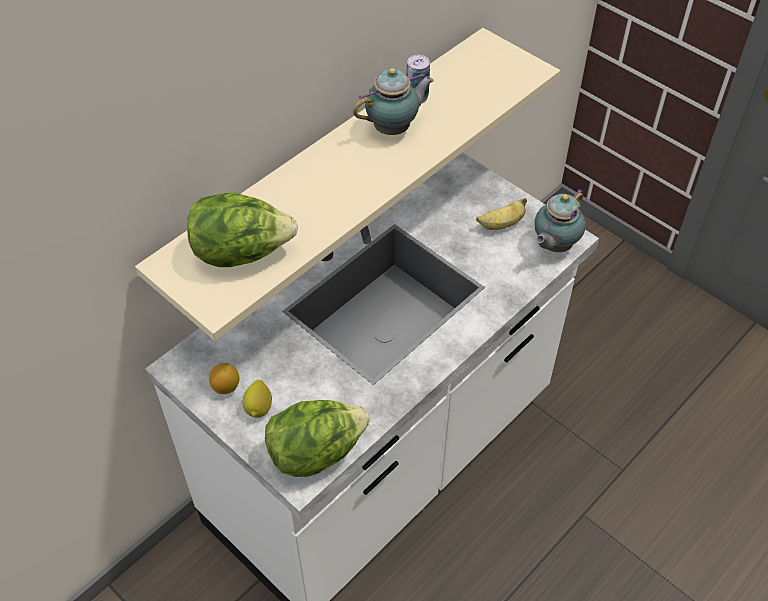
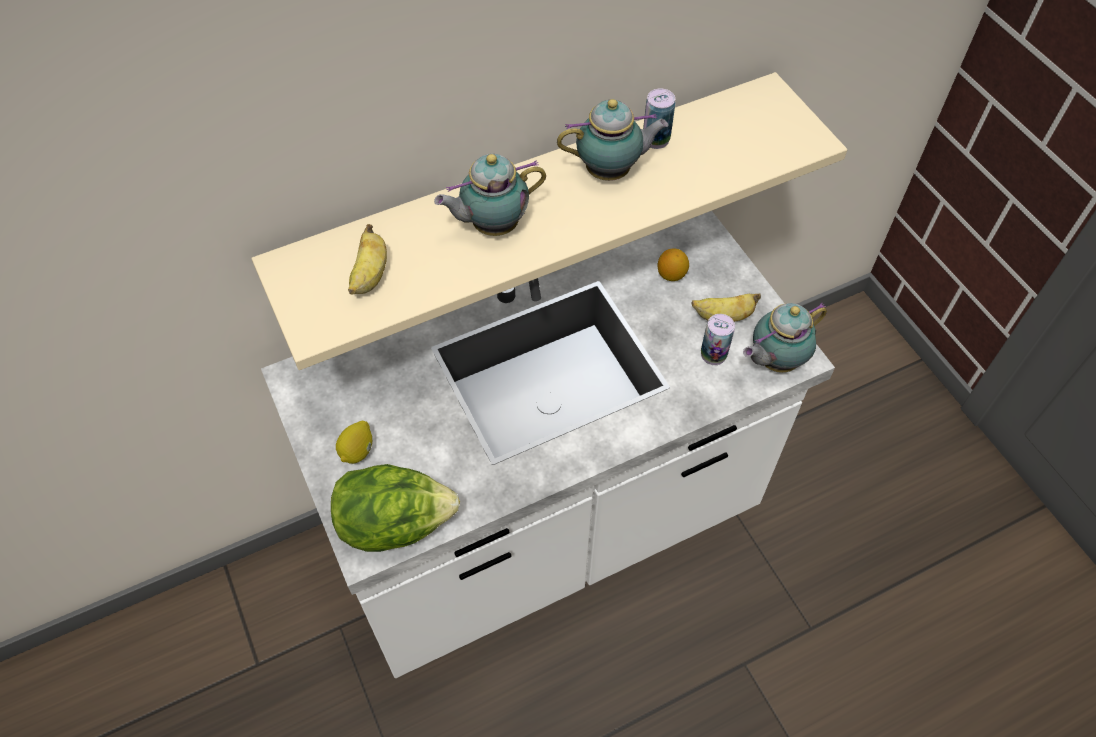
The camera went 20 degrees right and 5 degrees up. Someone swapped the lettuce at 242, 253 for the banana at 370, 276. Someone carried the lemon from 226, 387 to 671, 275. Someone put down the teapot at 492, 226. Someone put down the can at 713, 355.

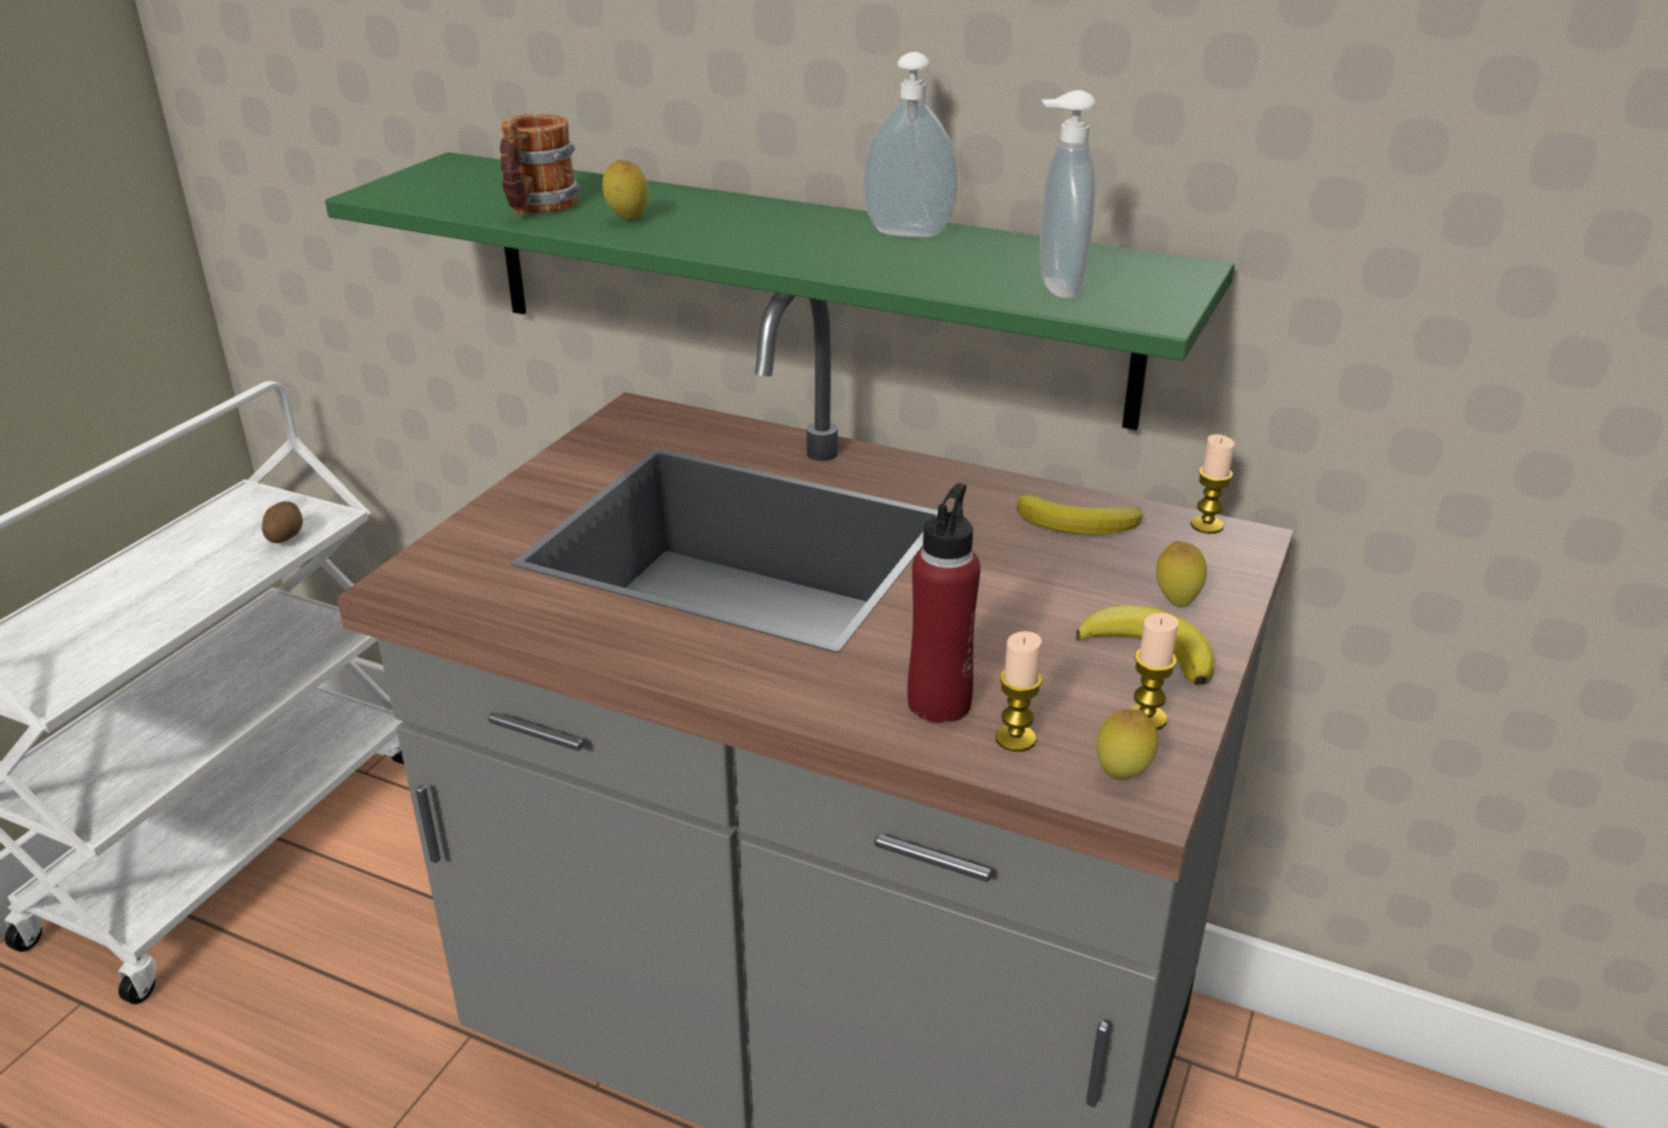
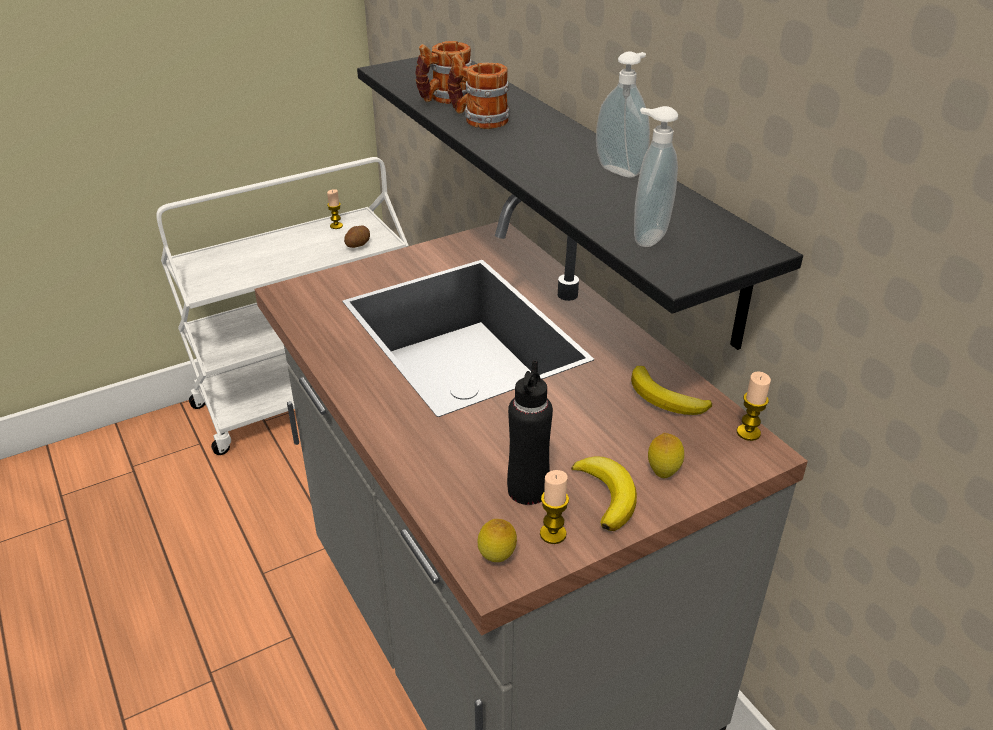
The camera went 35 degrees right and 5 degrees up. Someone repainted the shelf (green) at 798, 285, which became the shelf (black) at 587, 183. Someone swapped the lemon at 627, 220 for the mug at 478, 119. Someone took away the bottle (red) at 939, 703. Someone carried the candle from 1015, 739 to 336, 226. Someone put down the bottle (black) at 527, 490.

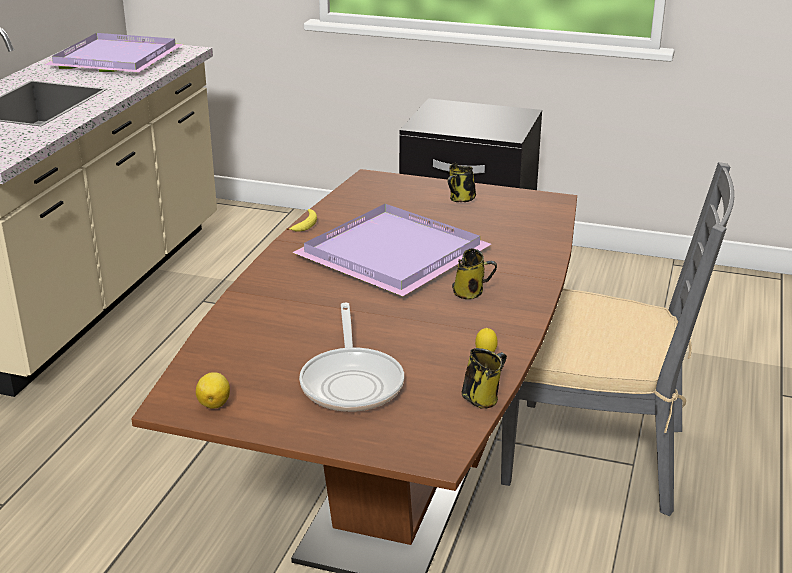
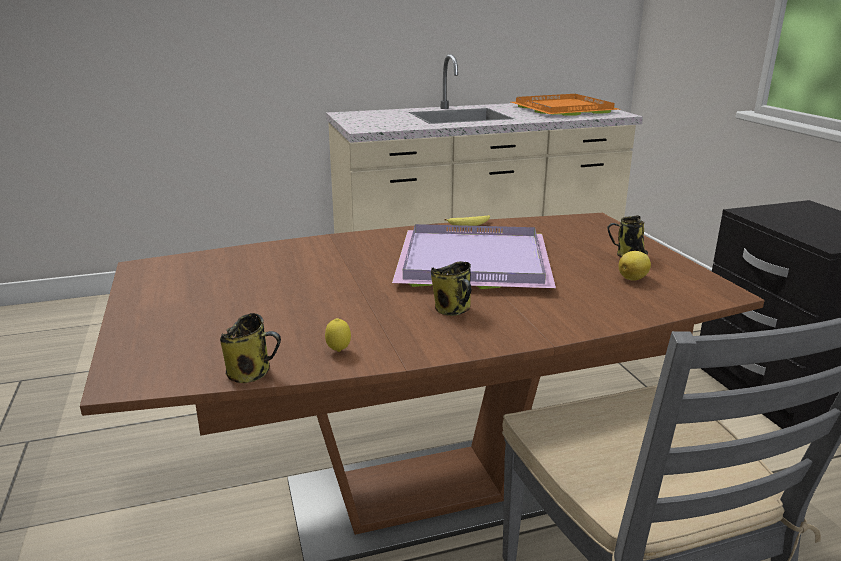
The camera went 55 degrees right and 5 degrees down. Someone repainted the tray (purple) at 119, 58, which became the tray (orange) at 565, 109. Someone carried the lemon from 214, 403 to 633, 278. Someone took away the frying pan at 352, 382.

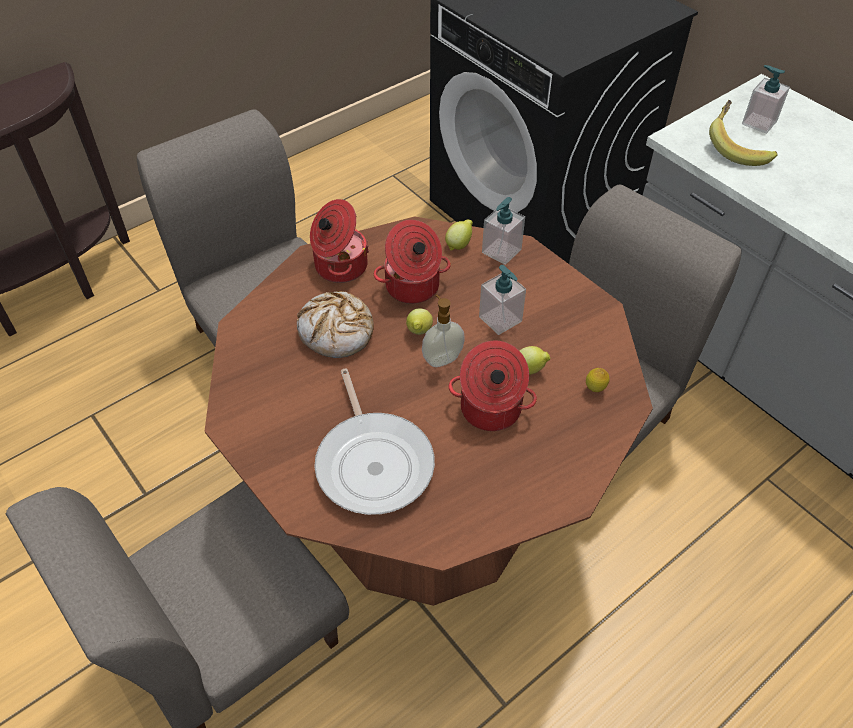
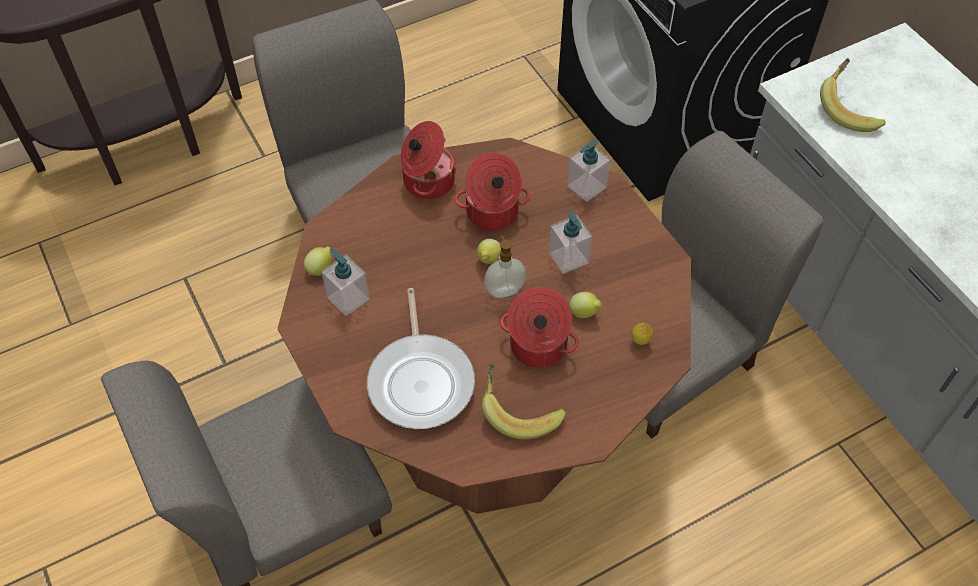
The camera went 10 degrees right and 5 degrees up. Someone took away the bread at 337, 332. Someone carried the lemon from 459, 244 to 321, 269. Someone carried the soap dispenser from 759, 123 to 348, 298. Someone put down the banana at 519, 409.

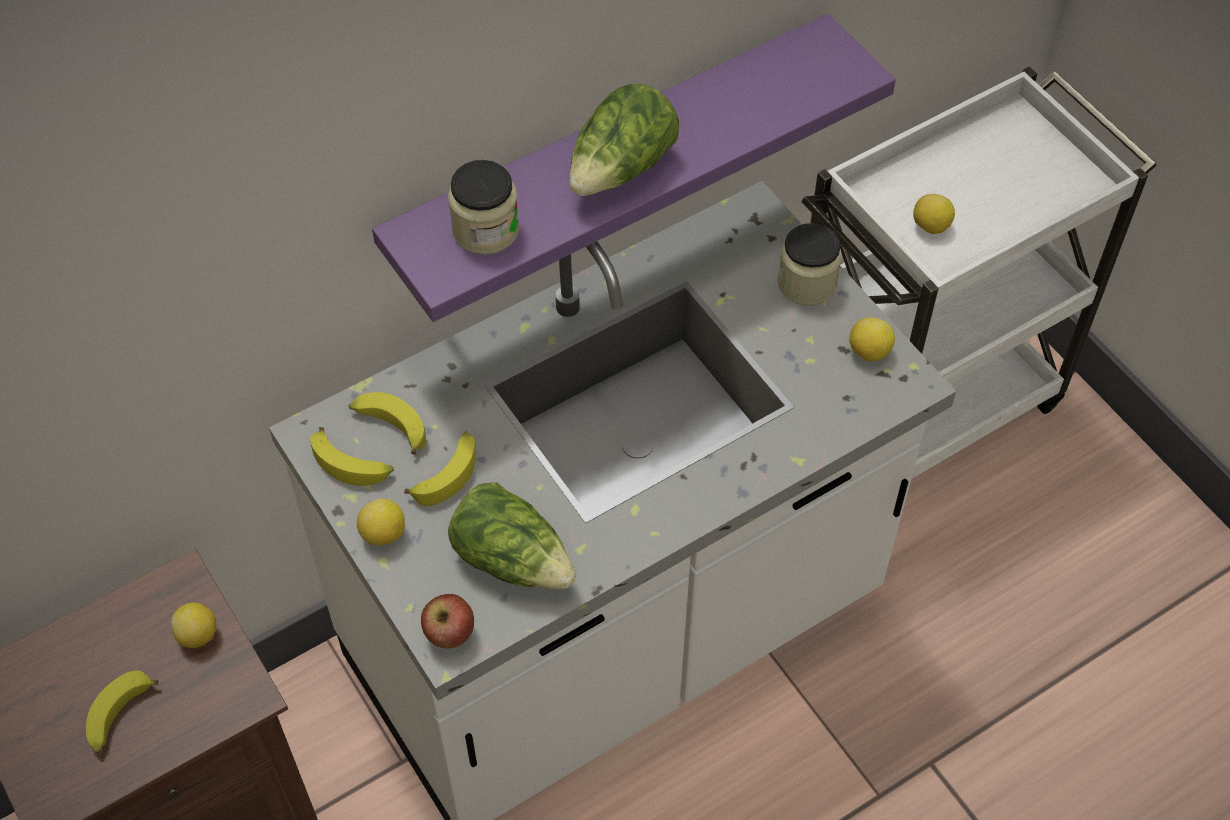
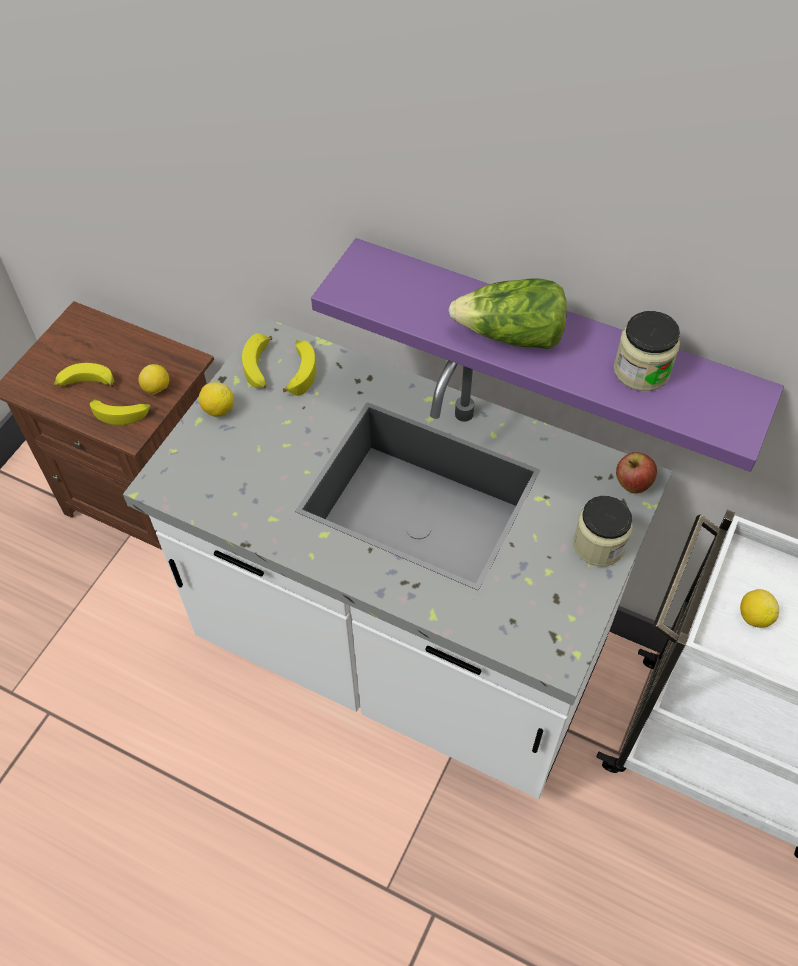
The camera went 60 degrees right and 0 degrees up. Someone carried the banana from 447, 473 to 122, 413. Someone carried the apple from 450, 635 to 632, 485. Someone carried the jar from 485, 230 to 641, 370. Someone took away the lettuce at 513, 558. Someone took away the lemon at 868, 352.

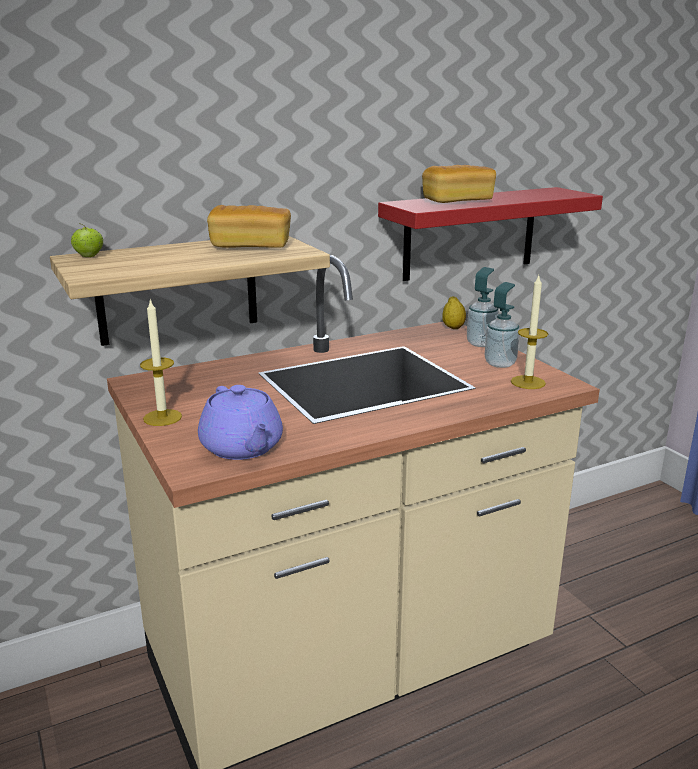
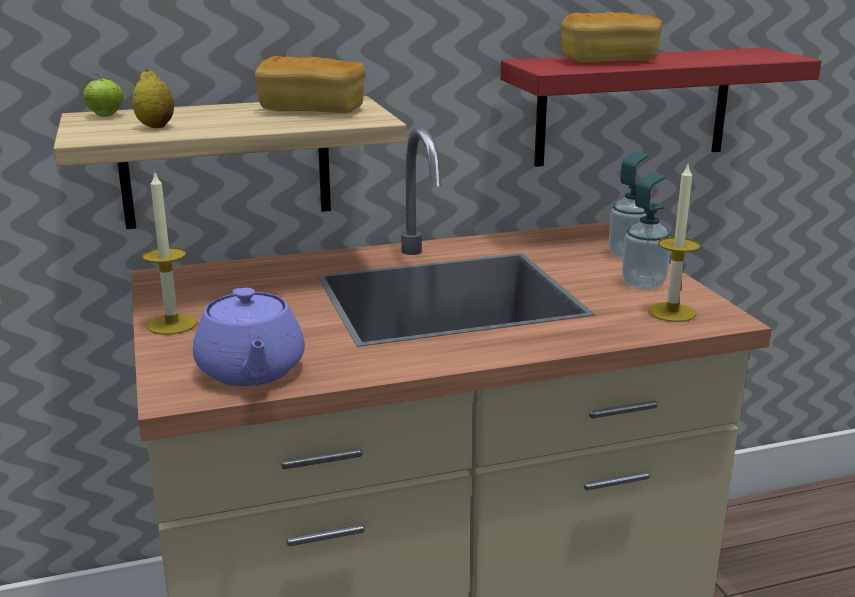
The camera went 10 degrees right and 0 degrees up. Someone carried the lemon from 453, 328 to 155, 126.

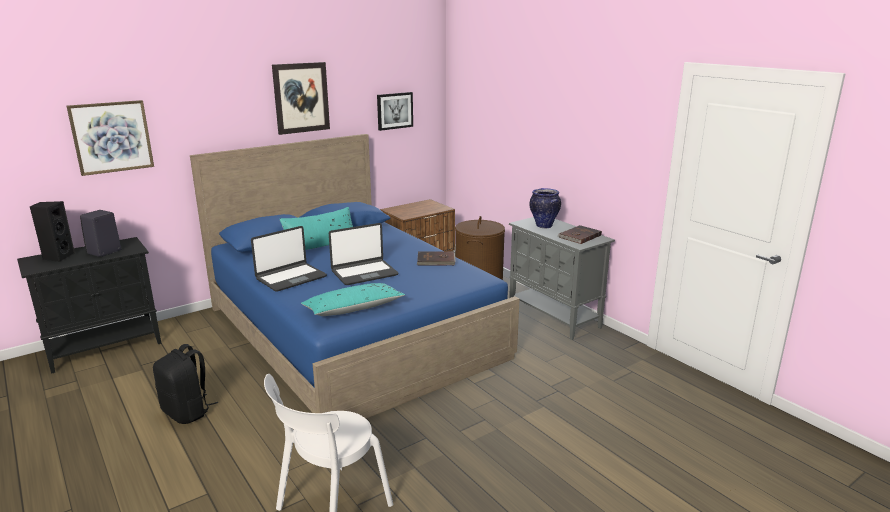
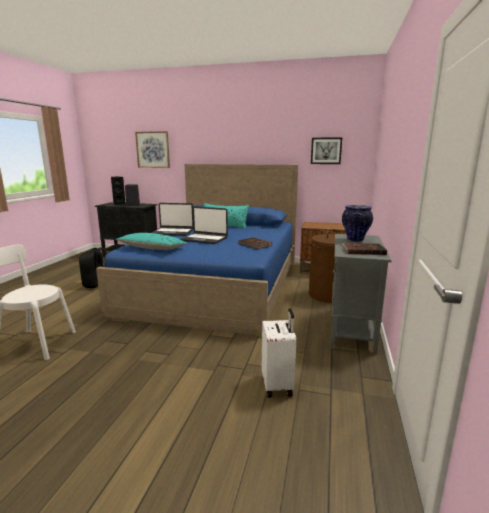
The camera went 50 degrees right and 5 degrees down. Someone took away the picture at 301, 98. Someone put down the suitcase (white) at 278, 385.

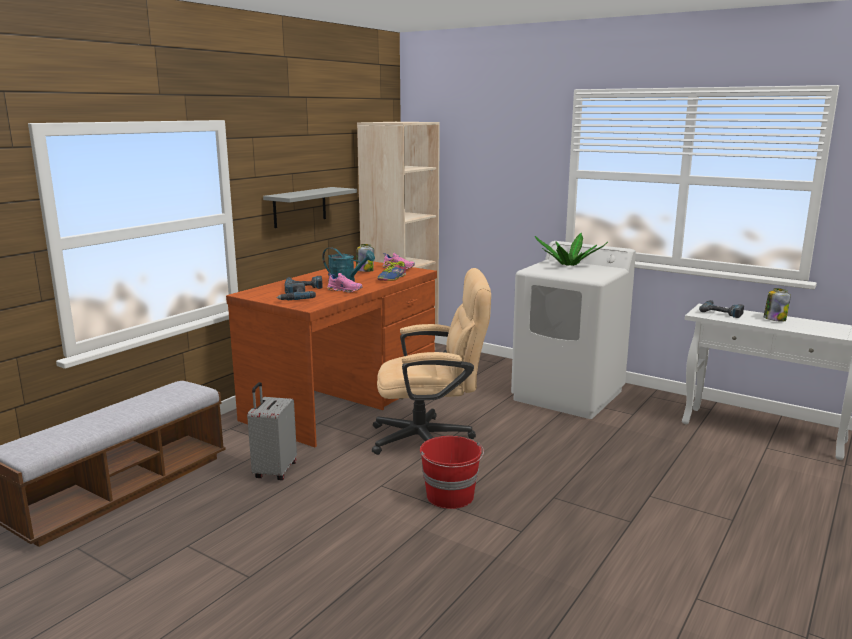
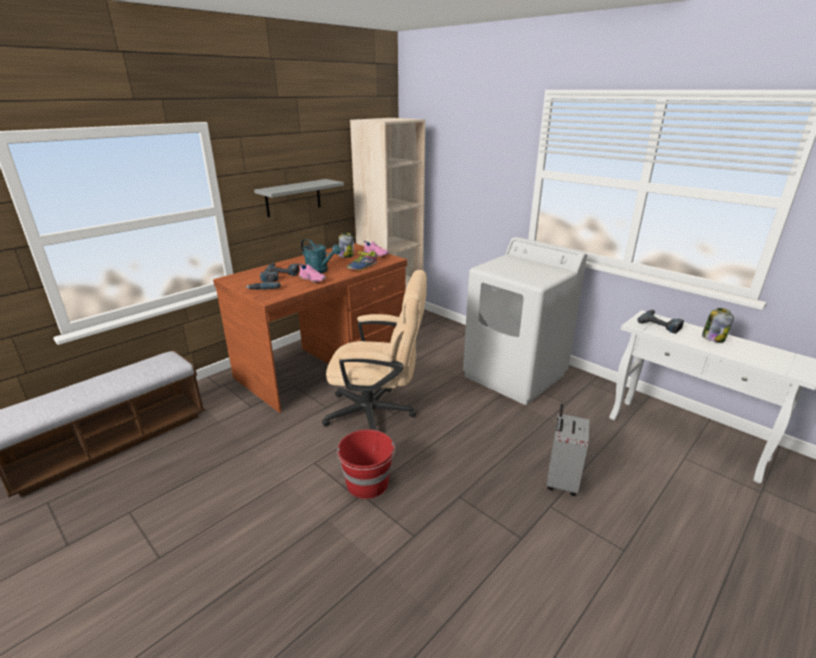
The camera went 10 degrees right and 10 degrees up. Someone carried the suitcase (grey) from 274, 471 to 560, 481. Someone took away the potted plant at 569, 265.

